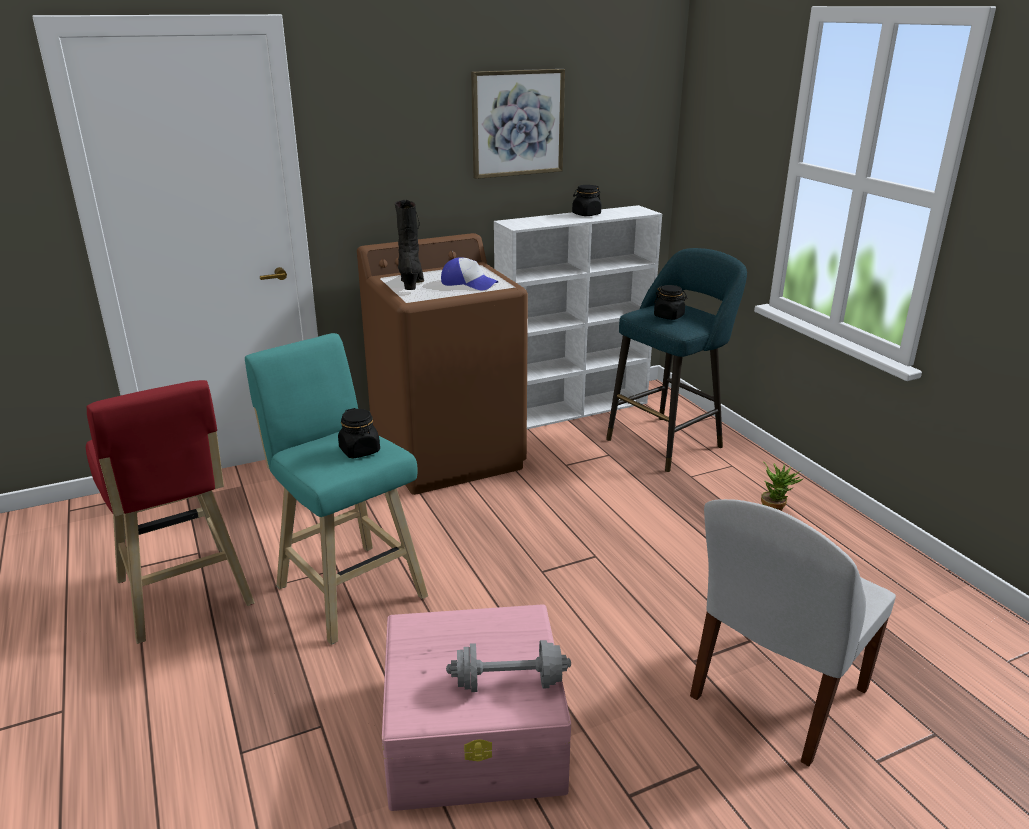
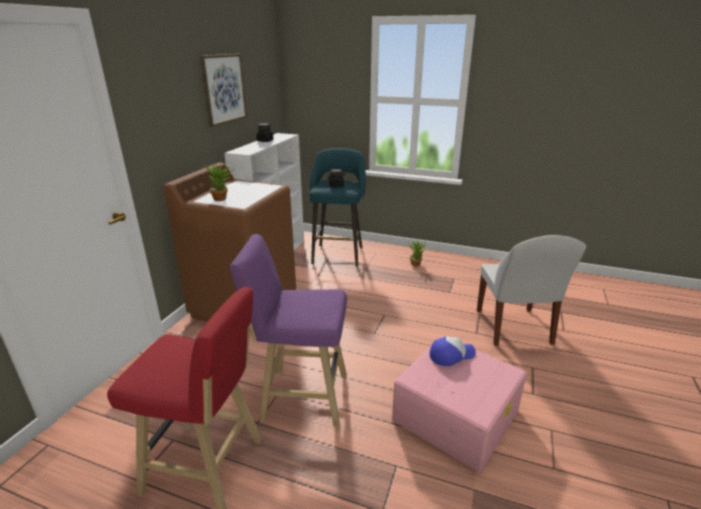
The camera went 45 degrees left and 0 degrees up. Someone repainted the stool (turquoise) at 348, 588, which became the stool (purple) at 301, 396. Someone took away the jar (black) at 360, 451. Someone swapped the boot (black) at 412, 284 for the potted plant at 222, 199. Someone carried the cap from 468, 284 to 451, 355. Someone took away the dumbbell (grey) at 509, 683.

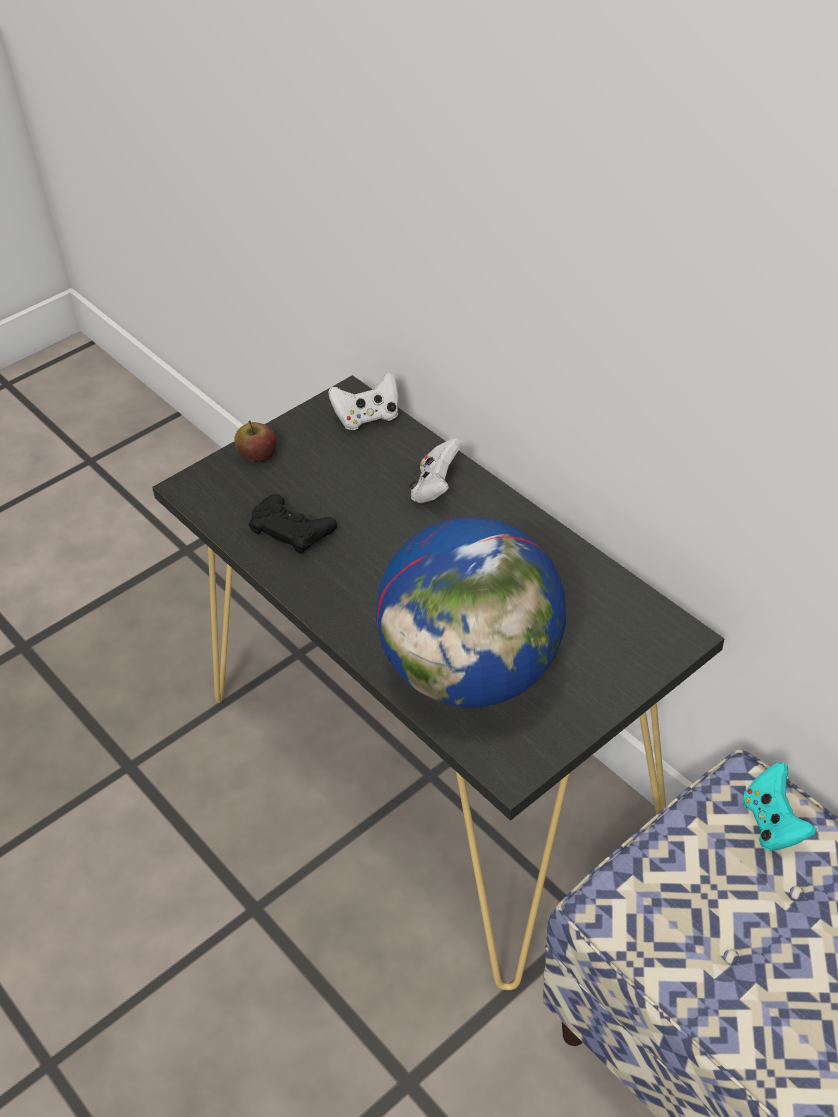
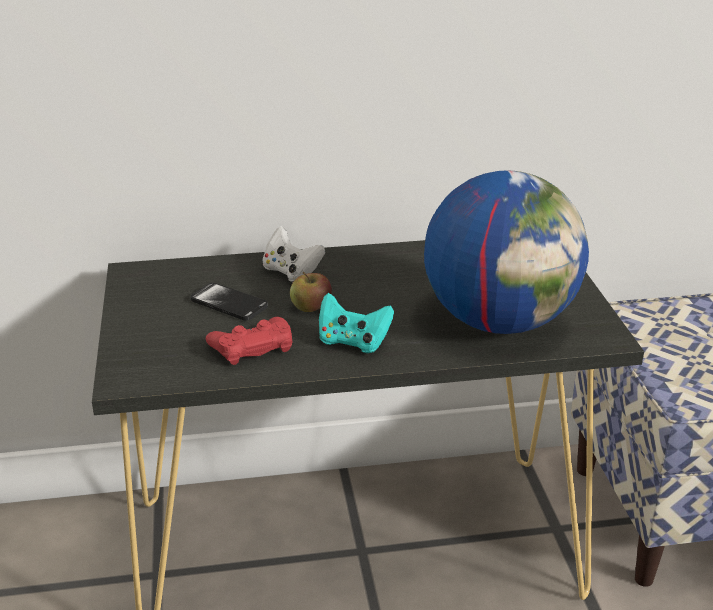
The camera went 60 degrees left and 15 degrees down. Someone carried the apple from 257, 455 to 311, 307. Someone repainted the game controller (black) at 292, 529, which became the game controller (red) at 252, 346. Someone took away the game controller (white) at 367, 417. Someone carried the game controller (turquoise) from 772, 823 to 353, 342. Someone put down the phone at 229, 303.

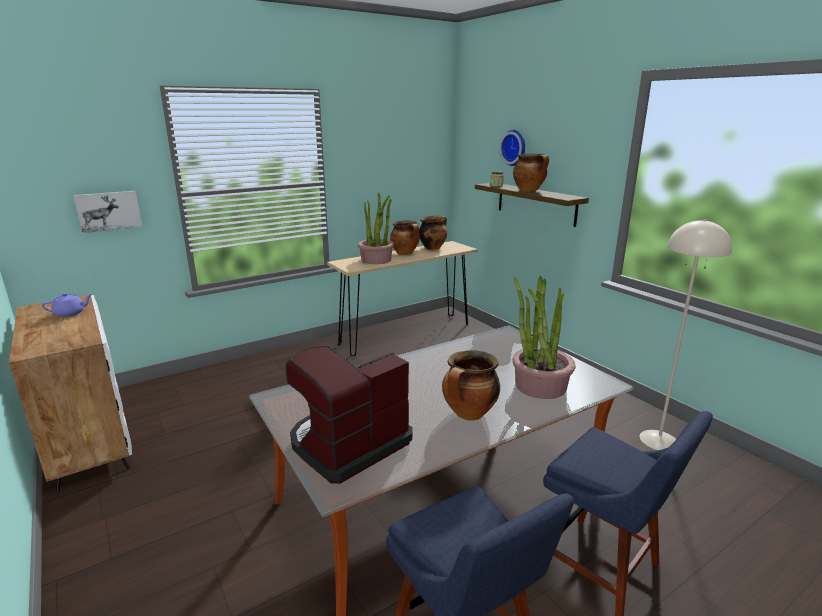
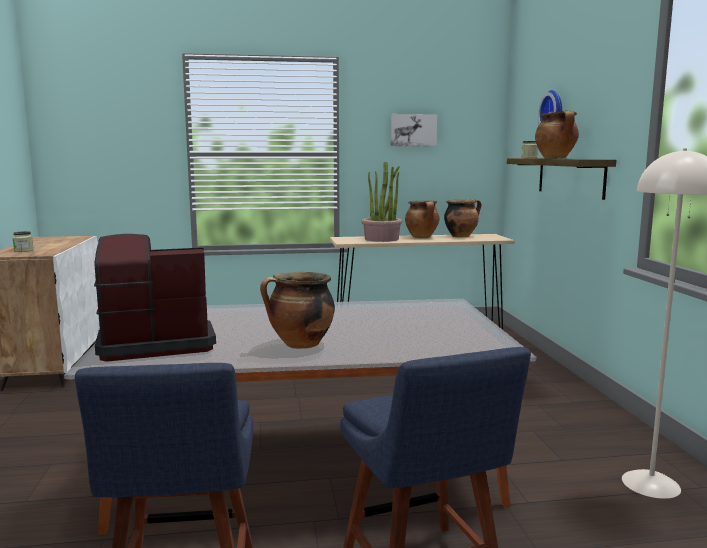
The camera went 25 degrees right and 10 degrees down. Someone took away the teapot (purple) at 70, 313. Someone carried the picture from 108, 211 to 413, 130. Someone took away the potted plant at 540, 385. Someone put down the jar at 23, 250.

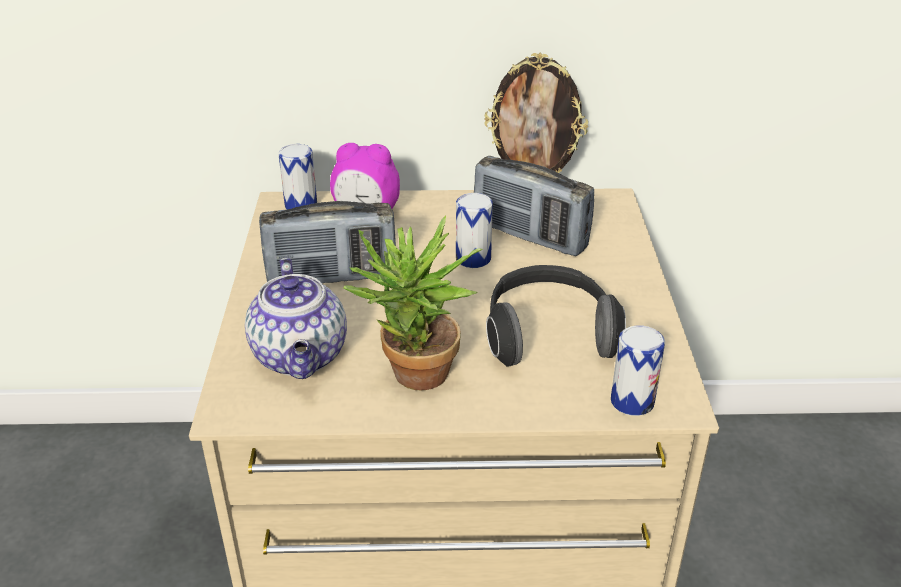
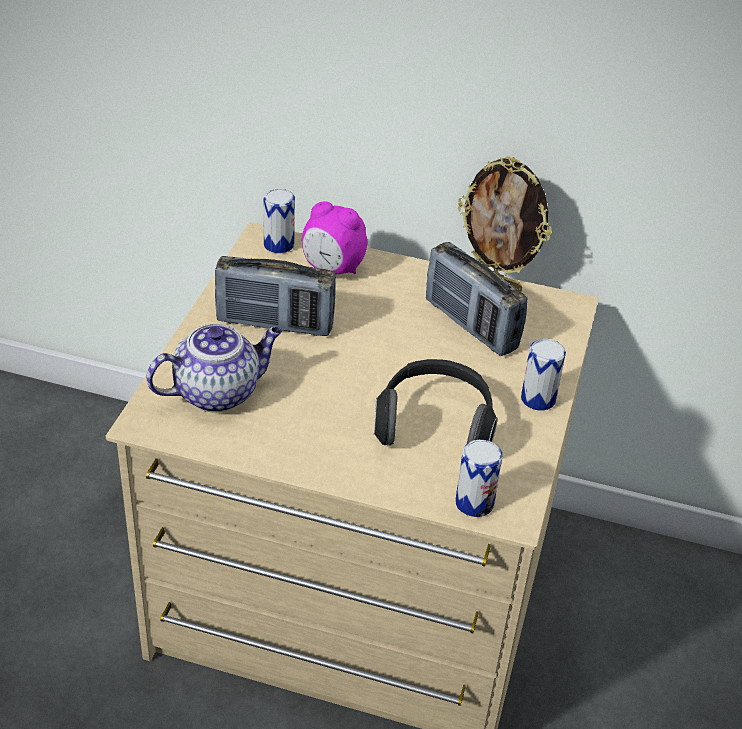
The camera went 15 degrees right and 5 degrees up. Someone rotated the teapot at 301, 357 by 120 degrees counterclockwise. Someone took away the potted plant at 414, 379. Someone carried the can from 473, 258 to 538, 399.

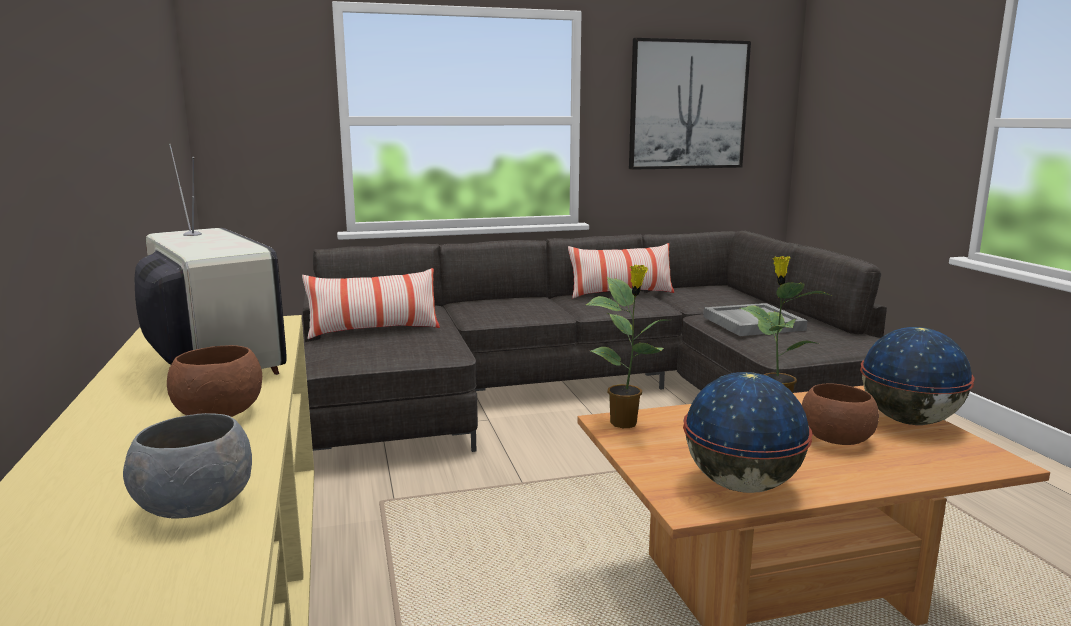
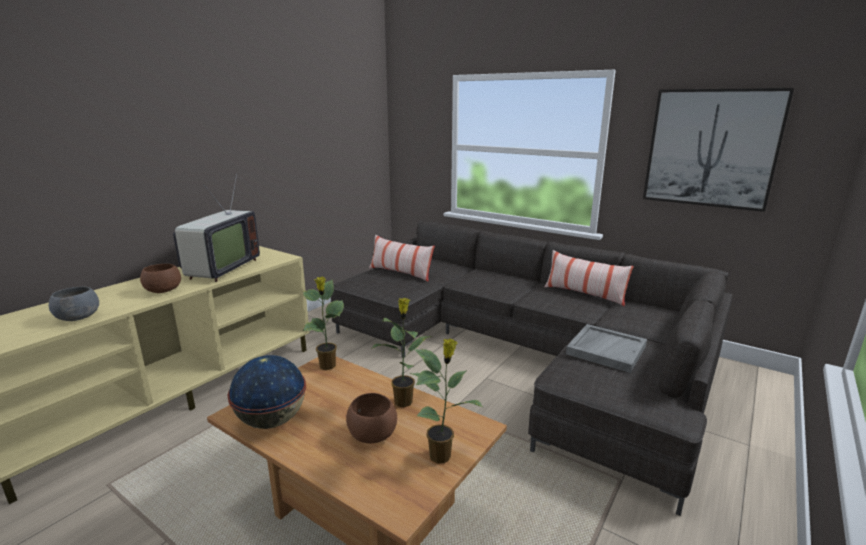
The camera went 50 degrees right and 5 degrees up. Someone swapped the globe at 908, 421 for the potted plant at 441, 456.

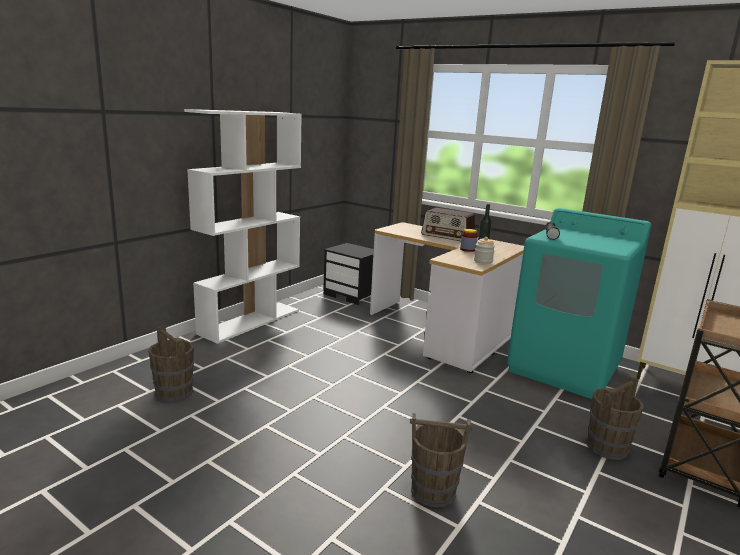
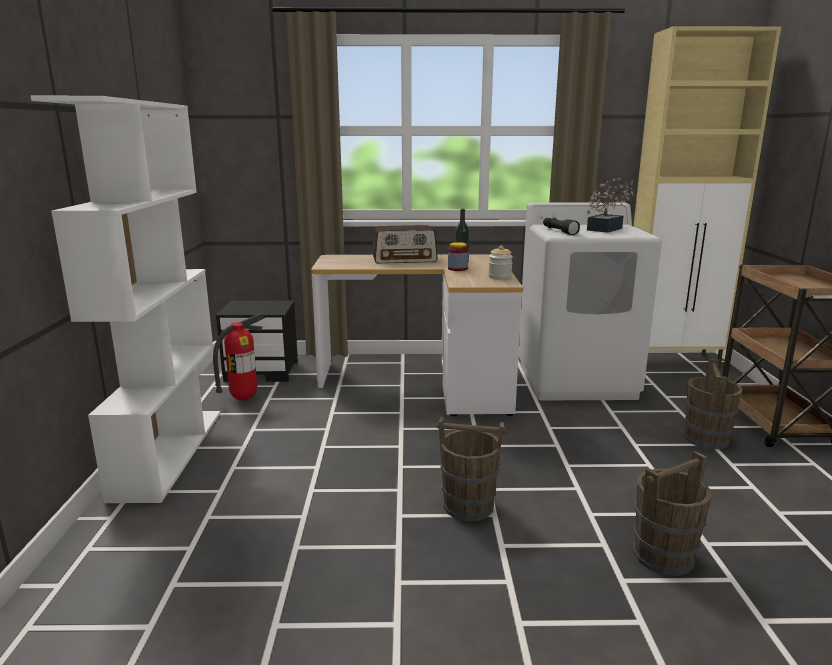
The camera went 35 degrees left and 0 degrees up. Someone carried the bucket (brown) from 174, 393 to 468, 506. Someone repainted the washing machine (turquoise) at 564, 369, which became the washing machine (white) at 576, 380. Someone put down the fire extinguisher at 244, 398. Someone put down the potted plant at 607, 228.

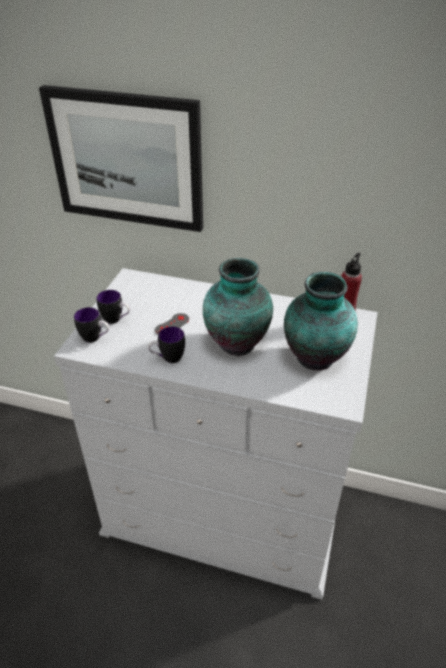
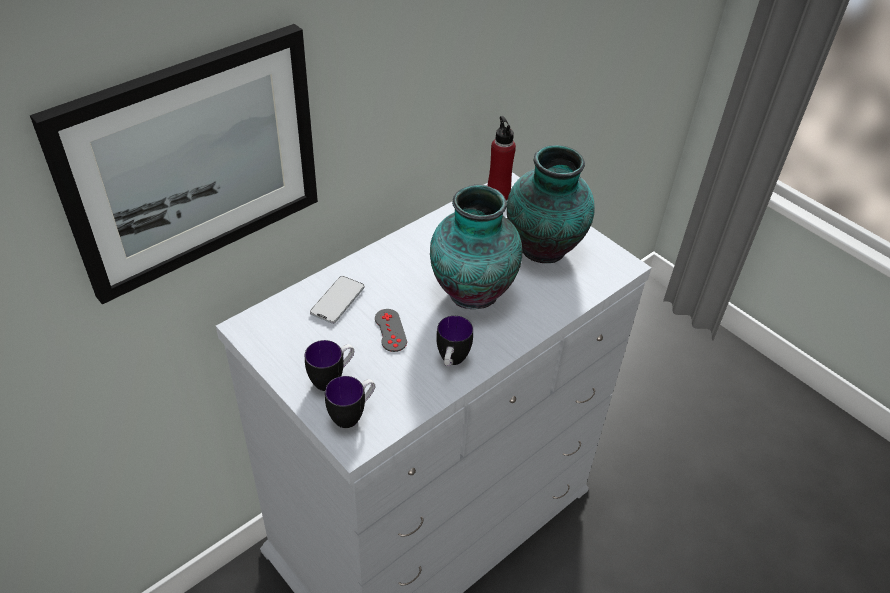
The camera went 60 degrees left and 5 degrees up. Someone put down the phone at 337, 300.

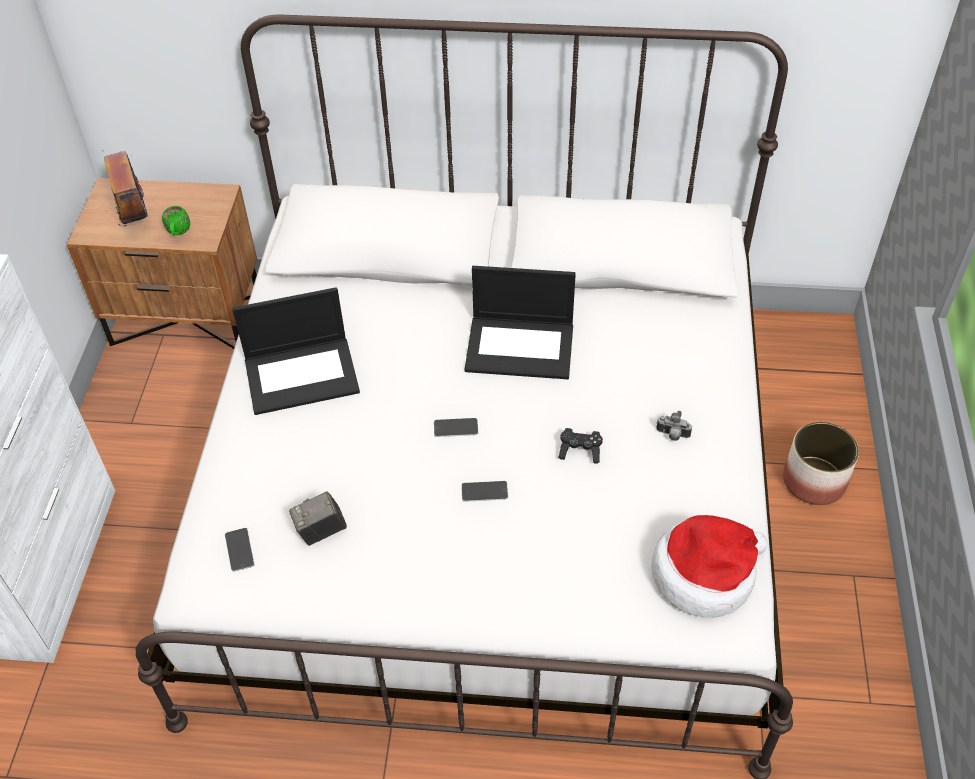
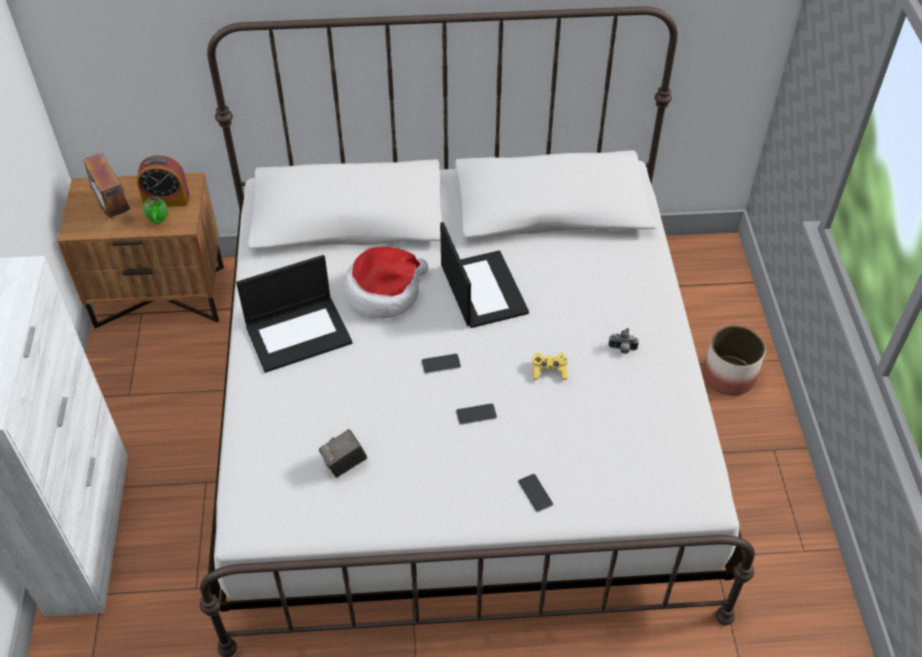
The camera went 10 degrees left and 0 degrees up. Someone carried the phone from 239, 549 to 535, 493. Someone rotated the laptop at 521, 347 by 105 degrees counterclockwise. Someone repainted the game controller (black) at 580, 451, which became the game controller (yellow) at 549, 371. Someone carried the hat from 705, 574 to 384, 292. Someone put down the alarm clock at 166, 200.

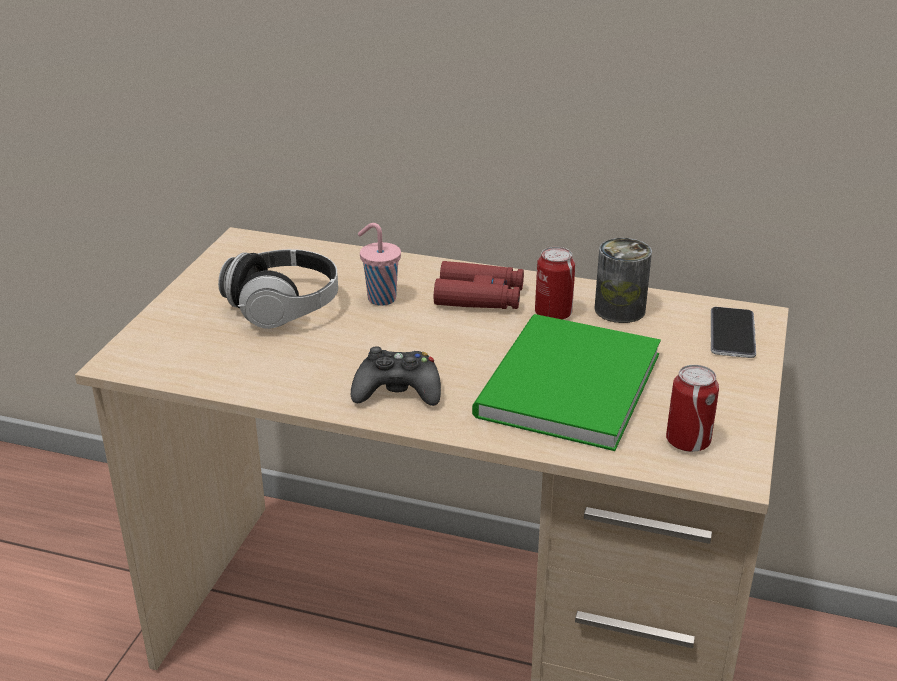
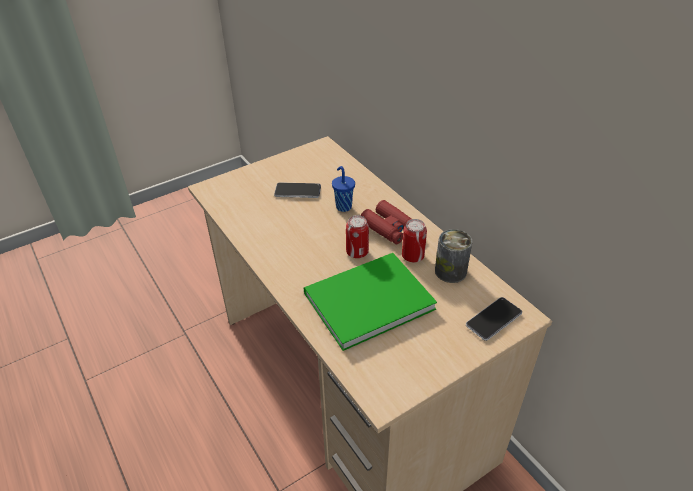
The camera went 40 degrees right and 10 degrees up. Someone swapped the headphones at 283, 307 for the phone at 297, 191. Someone took away the game controller (black) at 397, 390. Someone repainted the cup (pink) at 380, 298, which became the cup (blue) at 343, 206. Someone carried the can from 688, 441 to 357, 252.

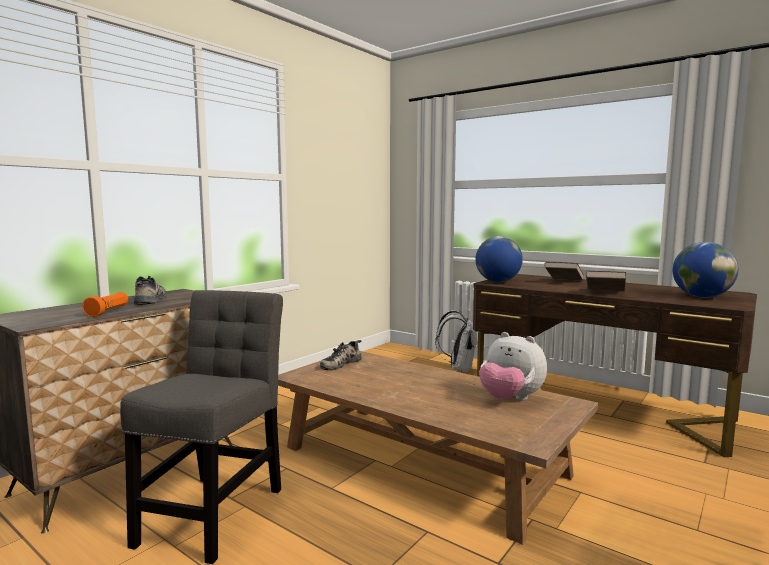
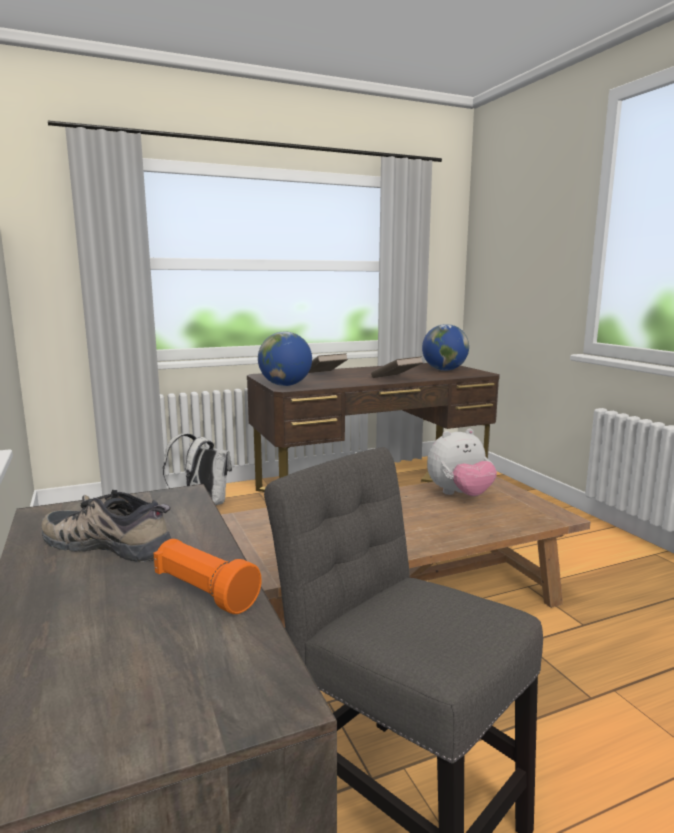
The camera went 60 degrees left and 5 degrees up. Someone took away the shoe at 340, 363.

